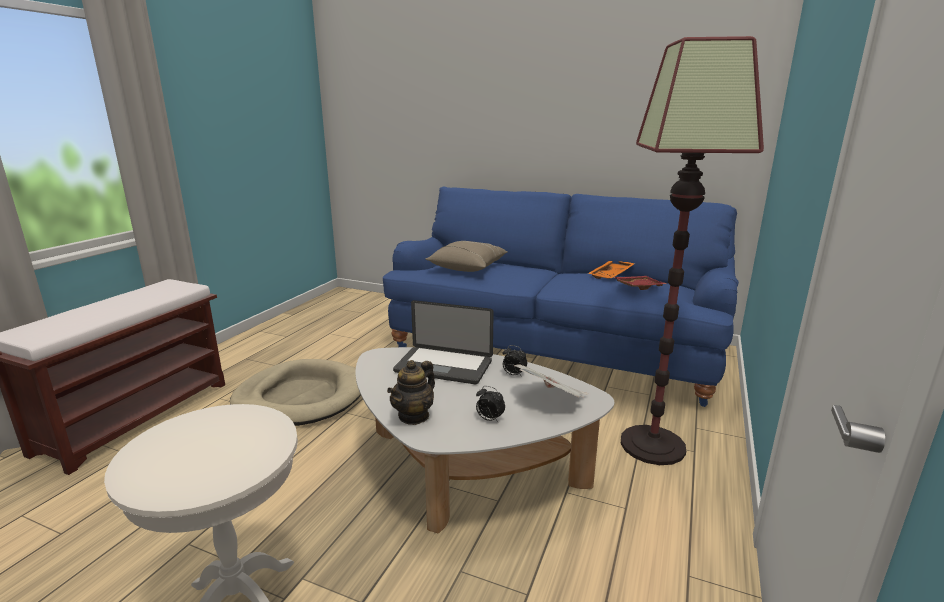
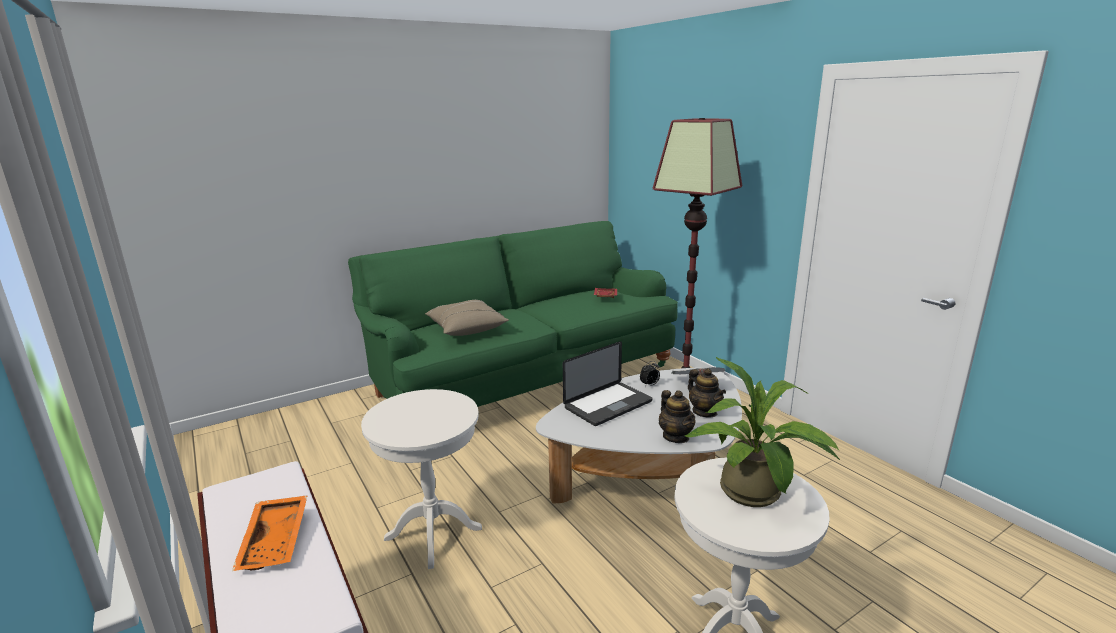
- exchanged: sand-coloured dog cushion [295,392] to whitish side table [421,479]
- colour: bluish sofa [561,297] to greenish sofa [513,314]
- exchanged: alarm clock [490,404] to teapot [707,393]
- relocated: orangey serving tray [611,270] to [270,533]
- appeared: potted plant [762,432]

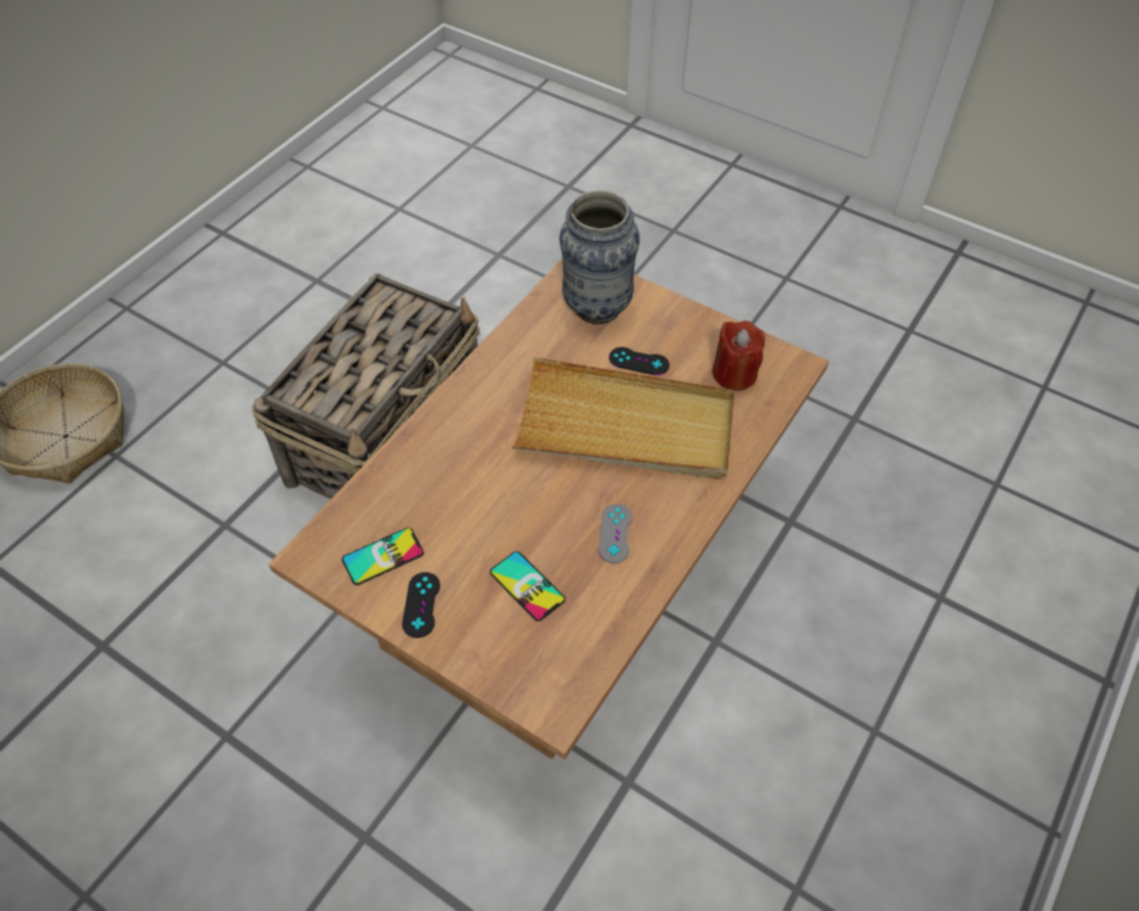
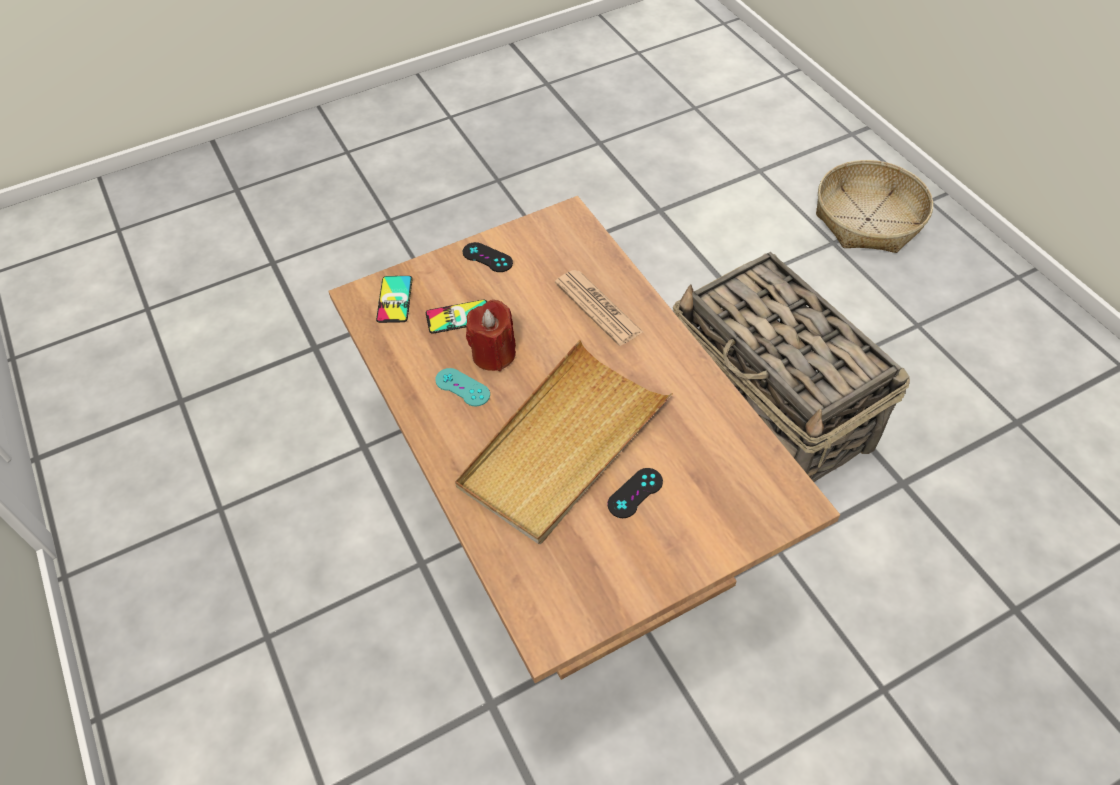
- relocated: phone [383,556] to [394,299]
- missing: flower vase [599,257]
- colour: gray gamepad [615,533] to blue-green gamepad [462,387]
- relocated: red-coloured wax light [739,356] to [491,335]
- appeared: newspaper [599,308]

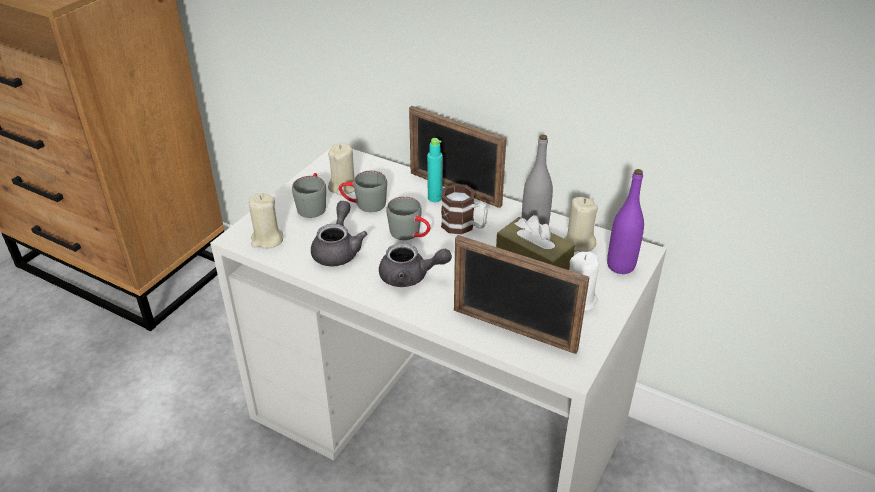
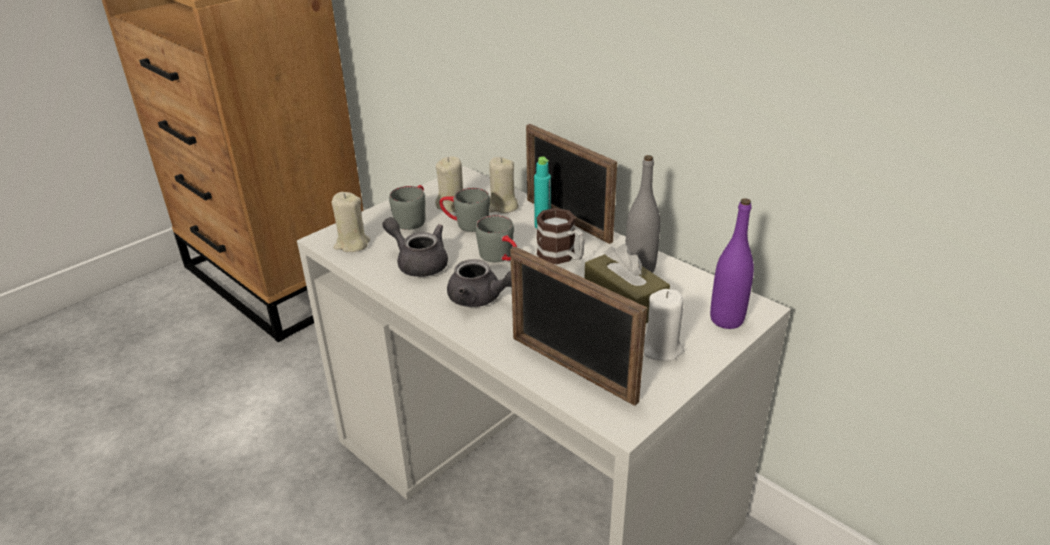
- spun: gray teapot [339,233] = [415,247] 75 degrees counterclockwise
- relocated: sand-coloured wax light [581,224] to [504,185]

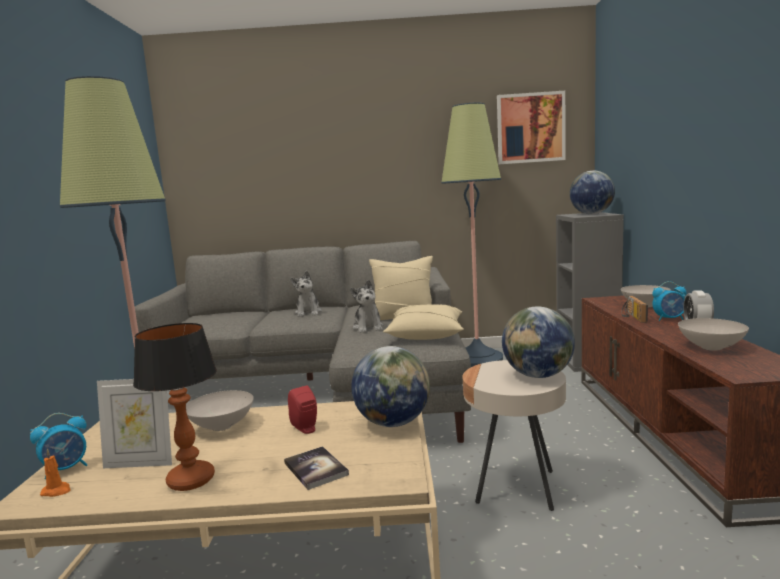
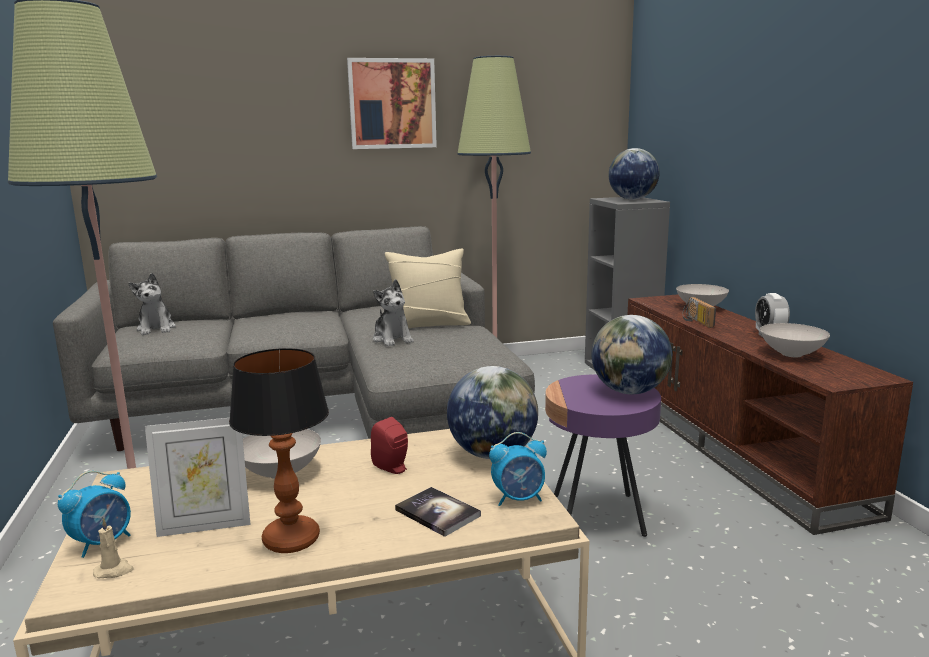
- colour: orangey wax light [55,473] to sand-coloured wax light [113,548]
- relocated: soft toy [306,294] to [152,304]
- missing: sand-coloured pillow [423,322]
- colour: sand-coloured side table [514,435] to purplish side table [603,455]
- relocated: picture [531,127] to [392,103]
- relocated: alarm clock [669,301] to [518,469]

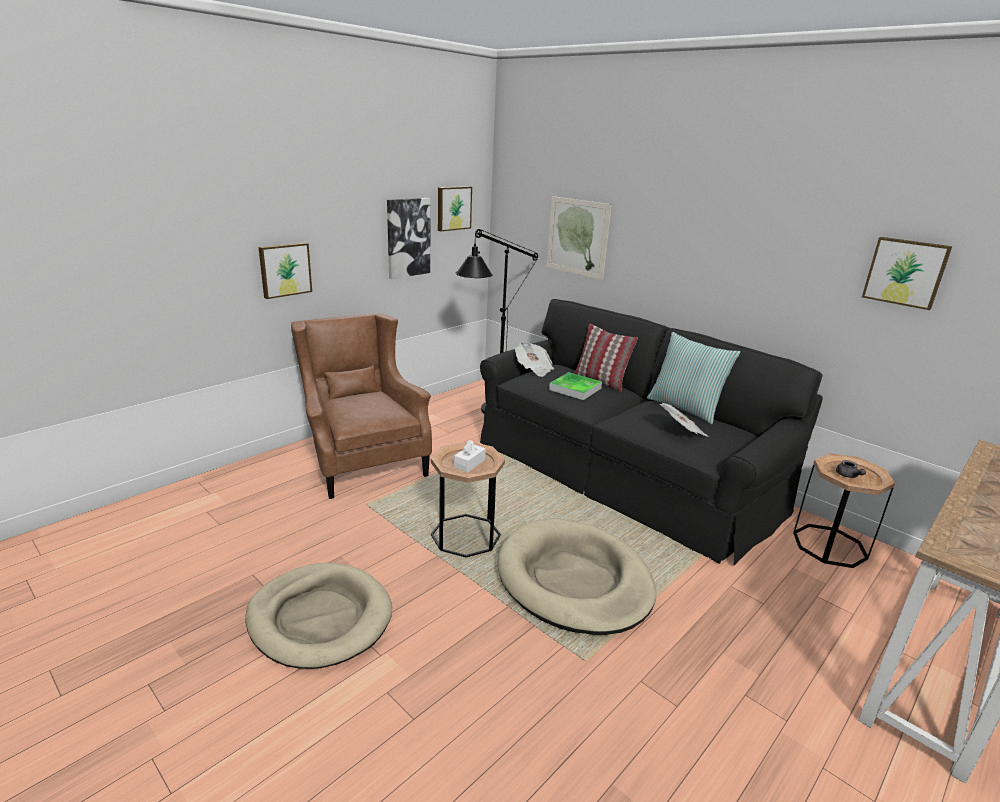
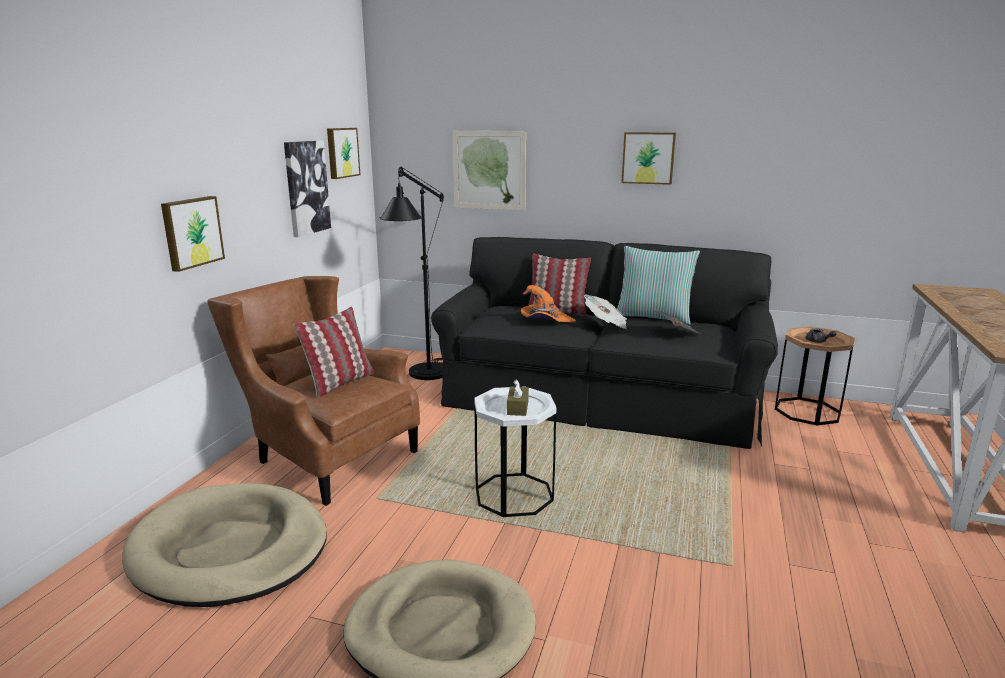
- colour: brown-coloured side table [468,499] to whitish side table [515,451]
- colour: whitish tissue box [469,456] to brown-coloured tissue box [518,397]
- relocated: sand-coloured dog cushion [576,576] to [224,545]
- relocated: newspaper [534,359] to [605,312]
- exchanged: serving tray [575,386] to orangey wearable hat [548,304]
- relocated: picture [907,273] to [648,158]
- appeared: pillow [334,352]

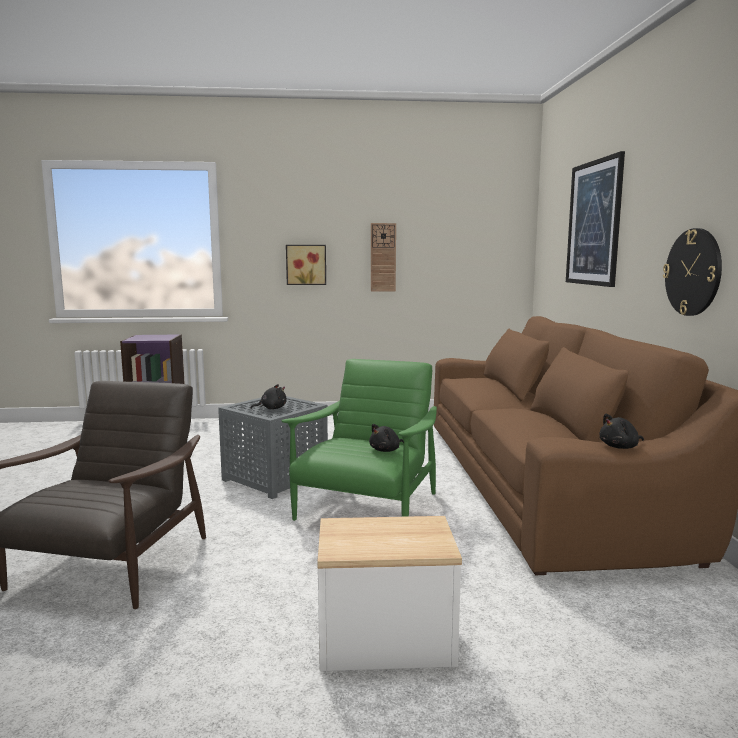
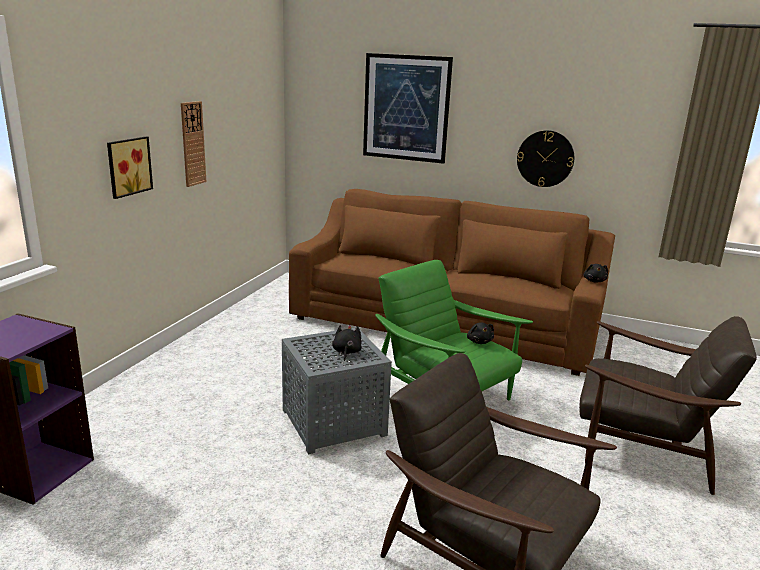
- exchanged: side table [389,593] to brown-coloured easy chair [668,405]

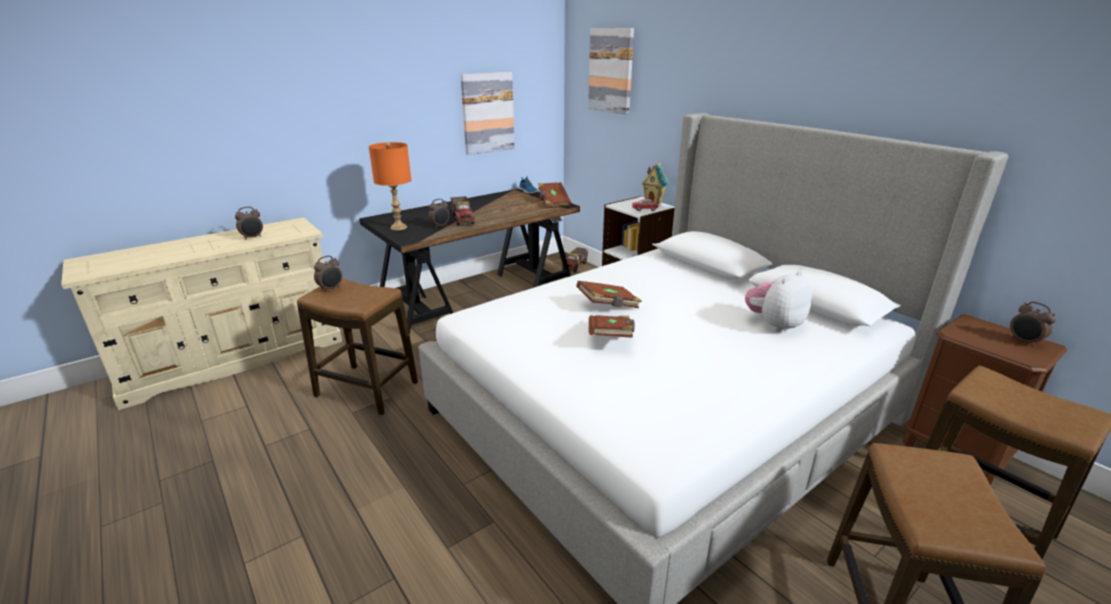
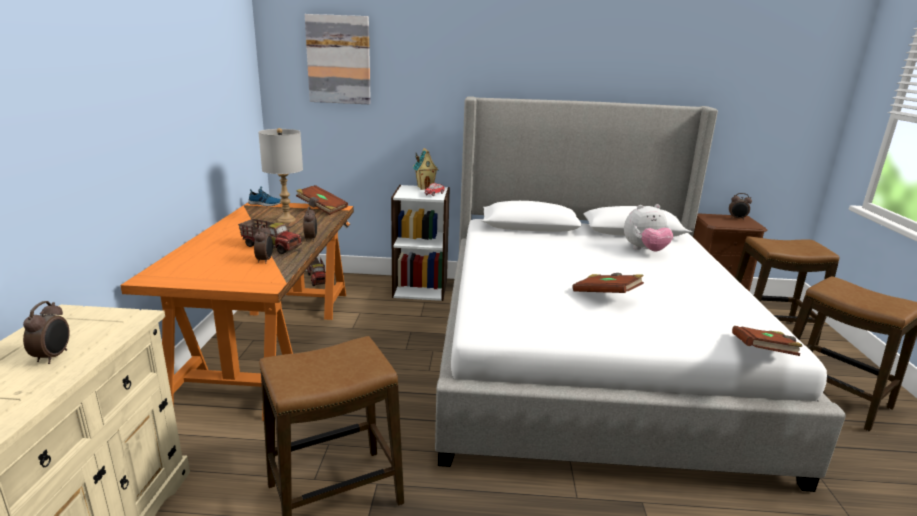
- relocated: alarm clock [328,274] to [310,224]
- colour: blackish desk [469,262] to orangey desk [237,312]
- missing: orangey table lamp [390,186]
- missing: picture [488,113]
- relocated: brown-coloured book [609,294] to [767,341]
- spun: soft toy [778,301] = [648,228] 105 degrees counterclockwise
- appeared: gray table lamp [280,175]

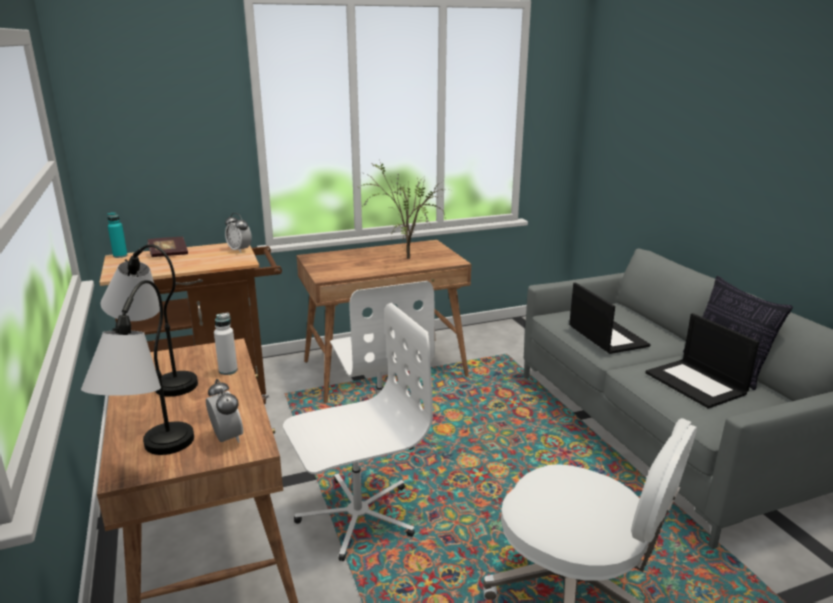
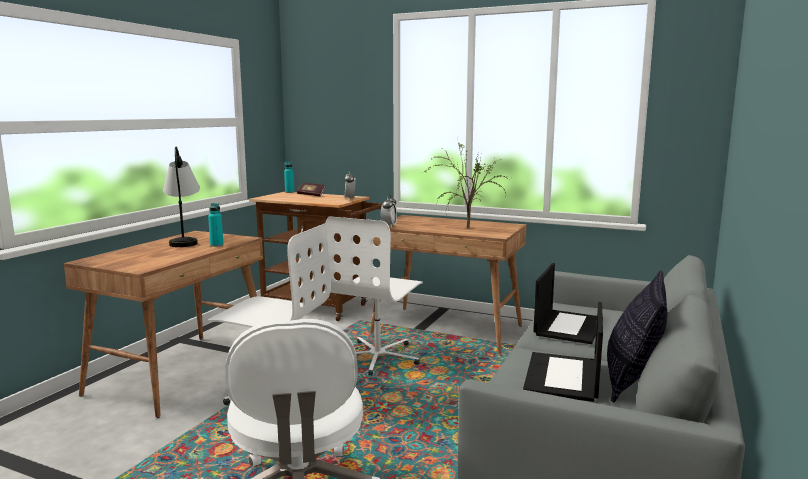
- missing: table lamp [137,367]
- relocated: alarm clock [224,411] to [389,211]
- colour: whitish bottle [226,344] to blue-green bottle [215,225]

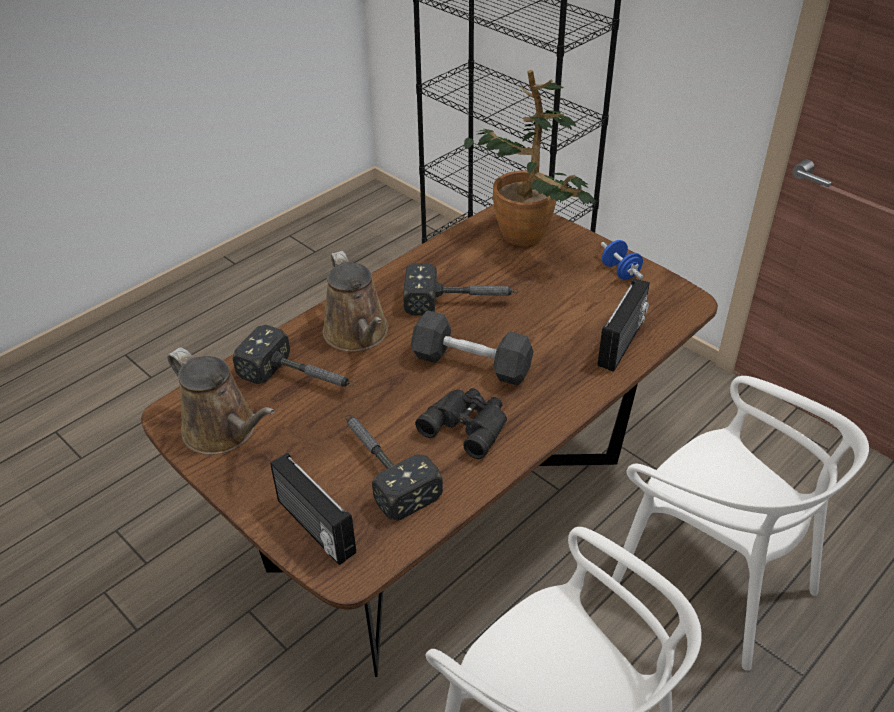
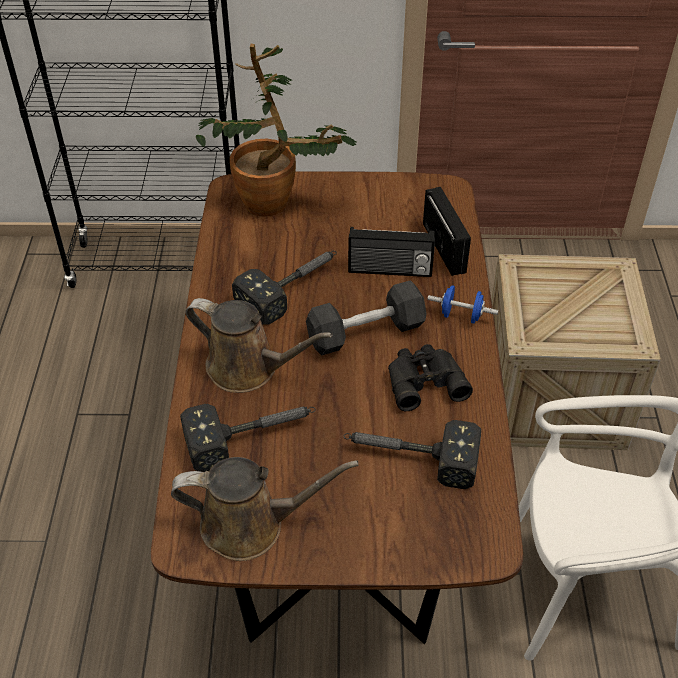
- relocated: radio receiver [313,509] to [391,252]
- relocated: bluish dumbbell [622,260] to [462,304]
- exchanged: whitish plain chair [740,523] to crate [576,352]

